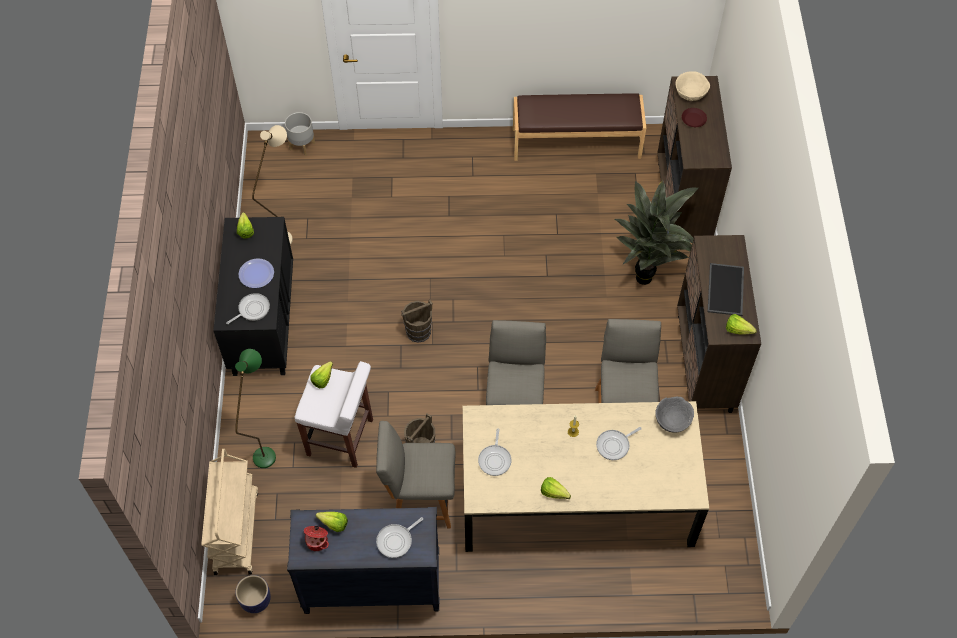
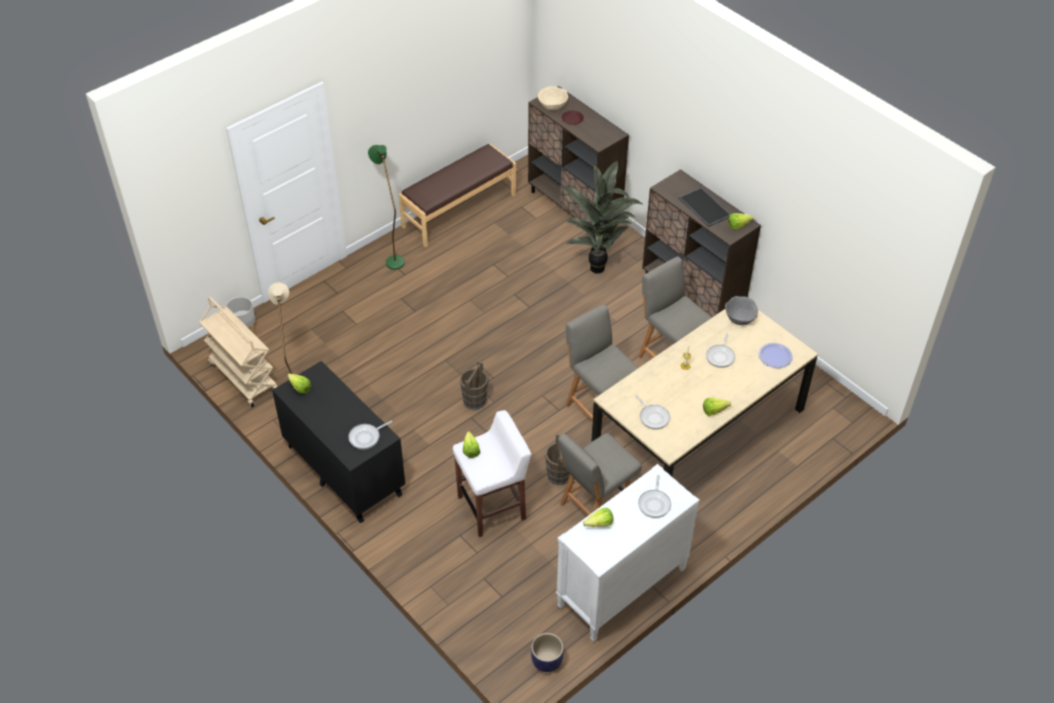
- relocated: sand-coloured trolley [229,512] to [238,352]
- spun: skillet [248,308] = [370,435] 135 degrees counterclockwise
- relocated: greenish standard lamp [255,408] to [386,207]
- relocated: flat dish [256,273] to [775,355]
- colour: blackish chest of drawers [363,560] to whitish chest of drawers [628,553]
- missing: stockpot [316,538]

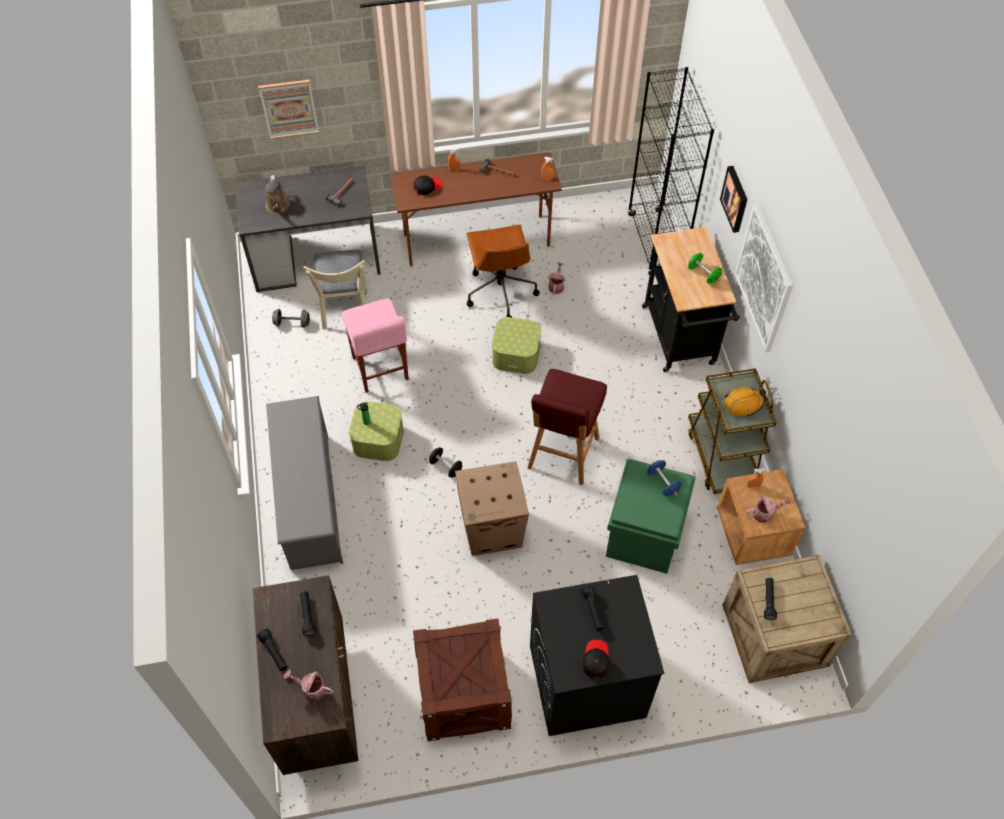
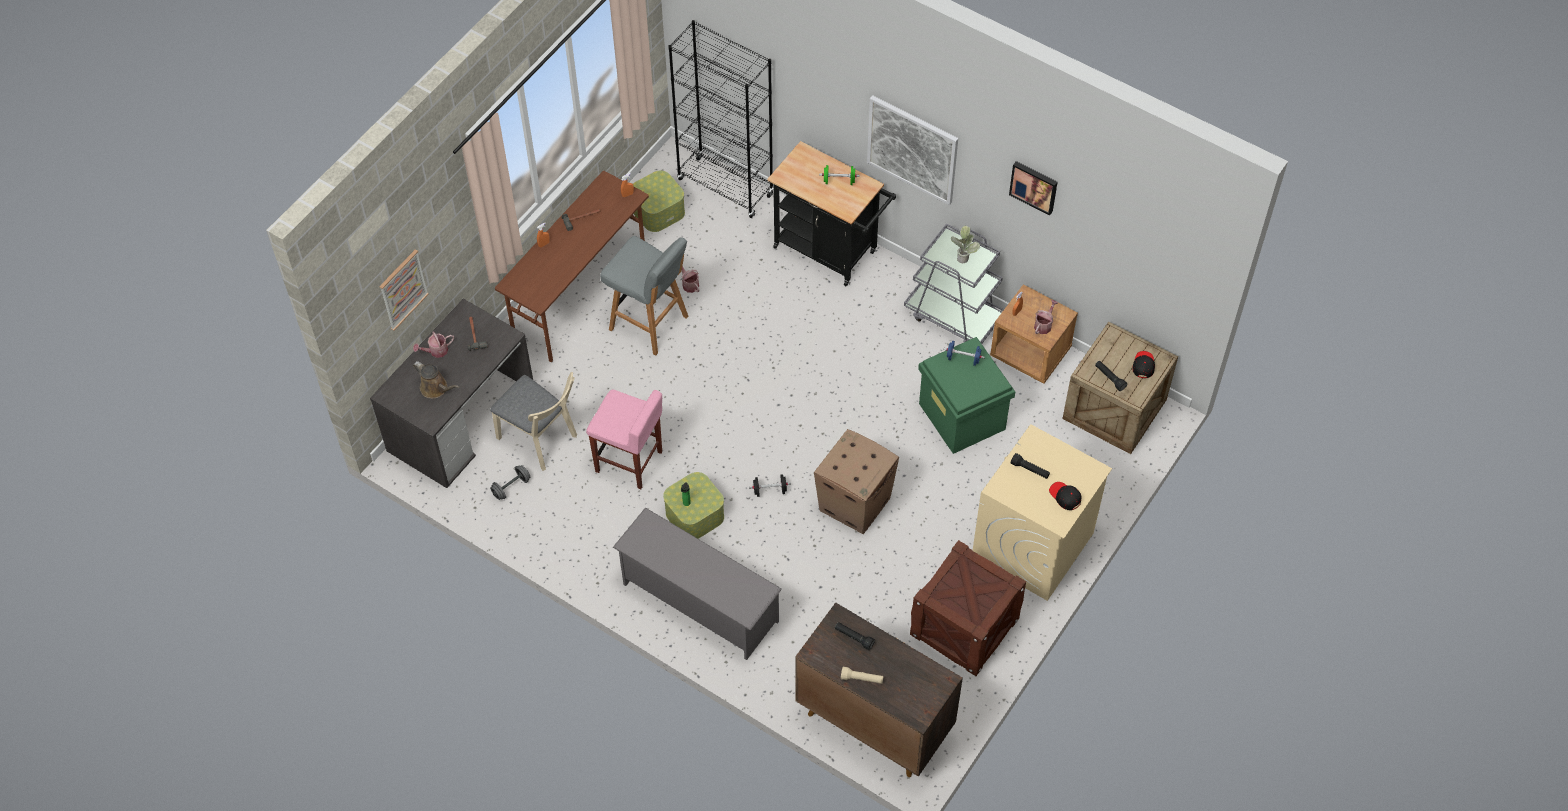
- colour: blackish hand torch [272,650] to sand-coloured hand torch [862,675]
- relocated: watering pot [309,685] to [433,344]
- relocated: blackish cap [428,185] to [1143,364]
- exchanged: brown-coloured desk chair [503,271] to gray sitting stool [644,295]
- relocated: storage container [516,345] to [659,201]
- missing: red-coloured sitting stool [567,427]
- colour: blackish laundry machine [597,655] to sand-coloured laundry machine [1042,512]
- colour: brown-coloured trolley [732,431] to gray trolley [954,284]
- relocated: picture [733,199] to [1033,188]
- exchanged: orangey work helmet [745,402] to potted plant [965,244]

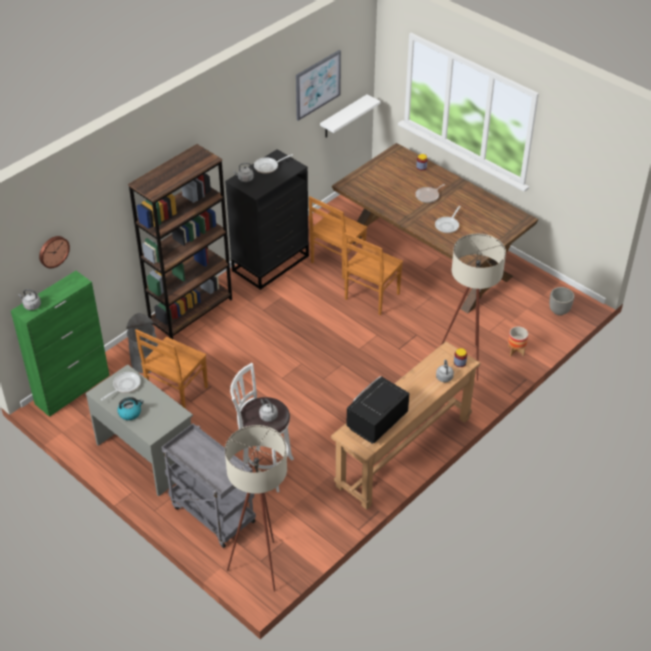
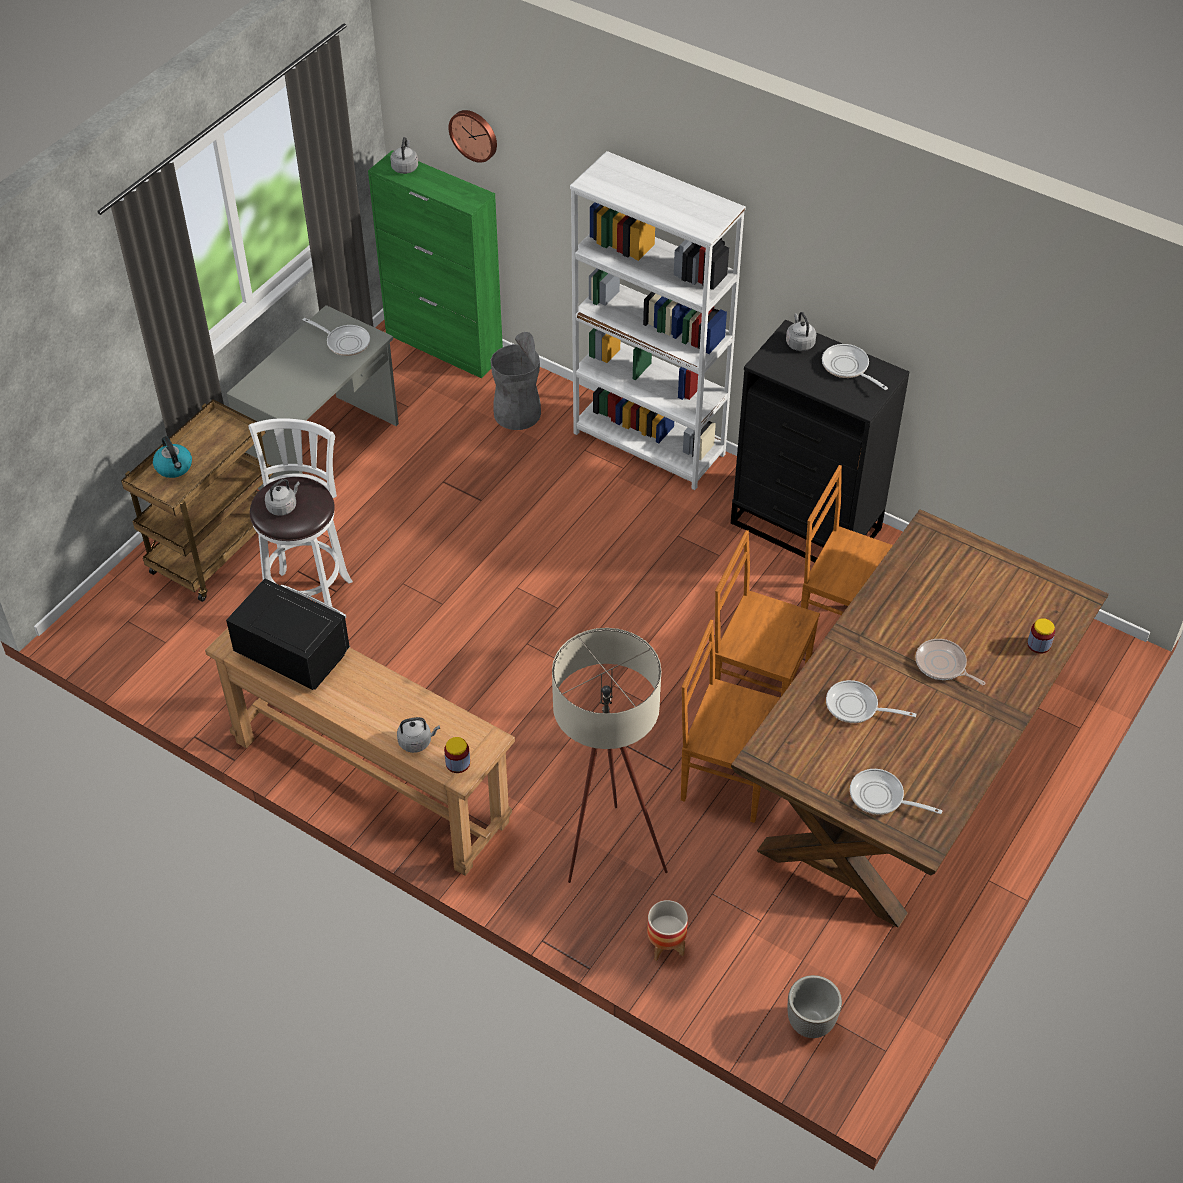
- relocated: kettle [130,408] to [172,457]
- colour: brown-coloured bookcase [180,241] to whitish bookcase [658,320]
- relocated: brown-coloured plain chair [171,369] to [730,721]
- colour: gray trolley [208,485] to brown-coloured trolley [197,500]
- missing: sand-coloured standard lamp [256,508]
- missing: picture [318,85]
- missing: whitish wall shelf [350,116]
- appeared: skillet [896,792]

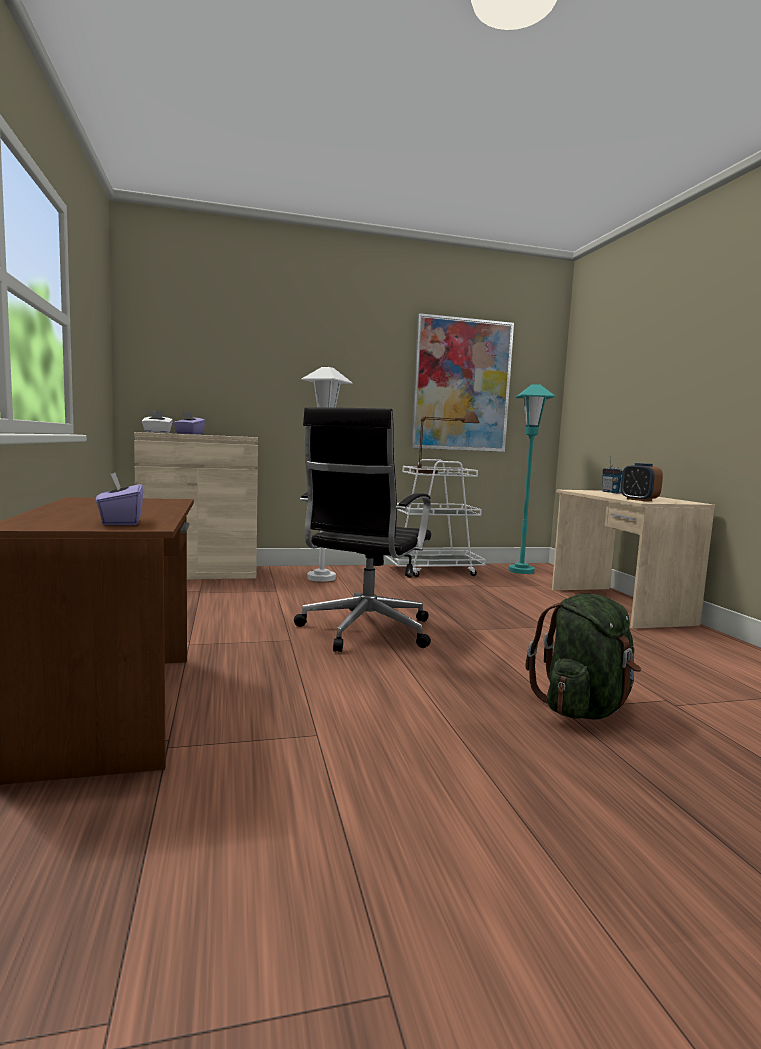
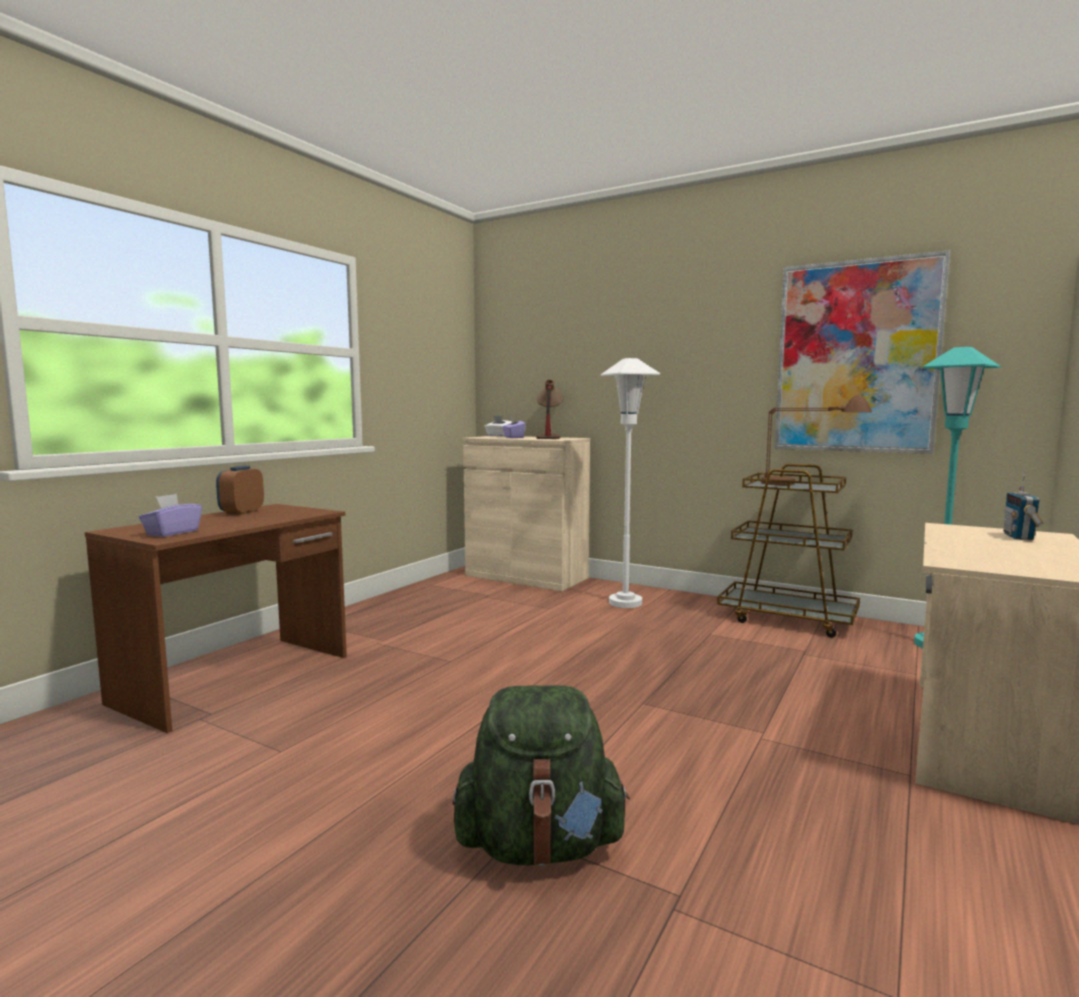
- missing: blackish desk chair [362,529]
- colour: whitish trolley [435,518] to brown-coloured trolley [788,551]
- relocated: alarm clock [642,482] to [240,490]
- appeared: table lamp [549,409]

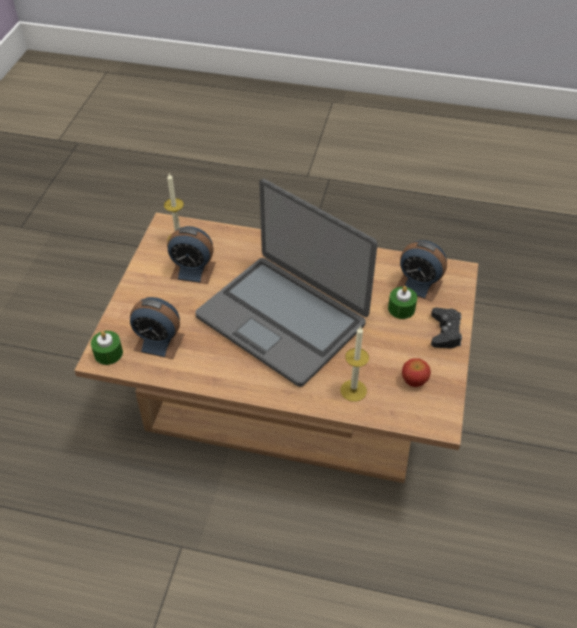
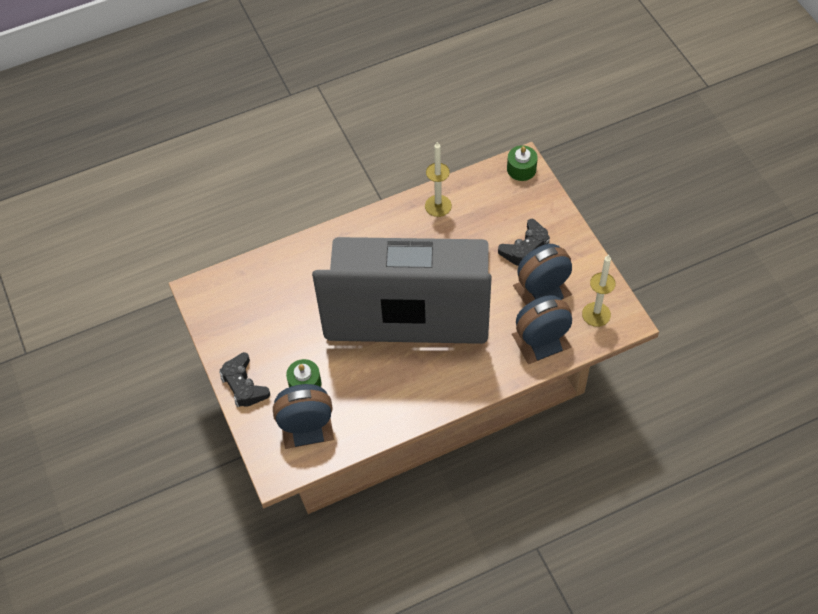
- relocated: alarm clock [157,328] to [542,329]
- relocated: wax light [354,364] to [438,179]
- missing: apple fruit [416,372]
- appeared: blackish gamepad [524,242]

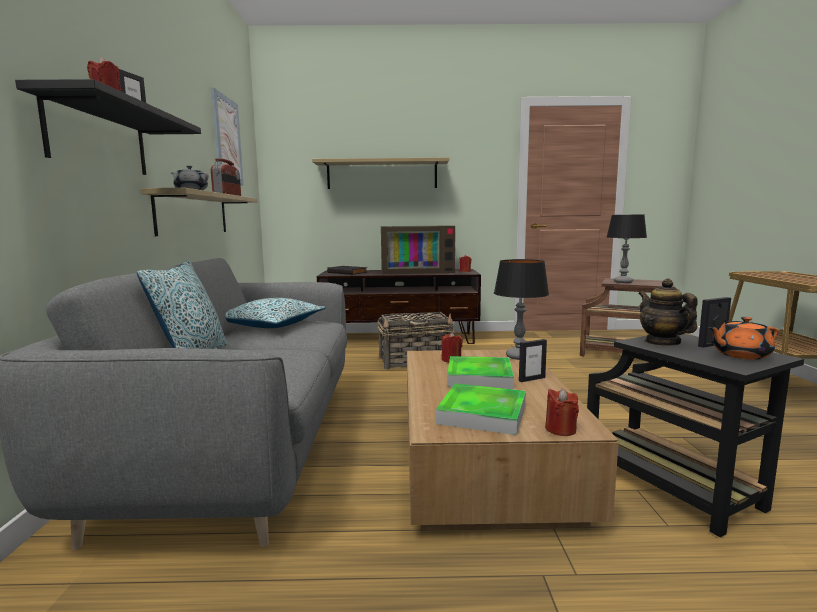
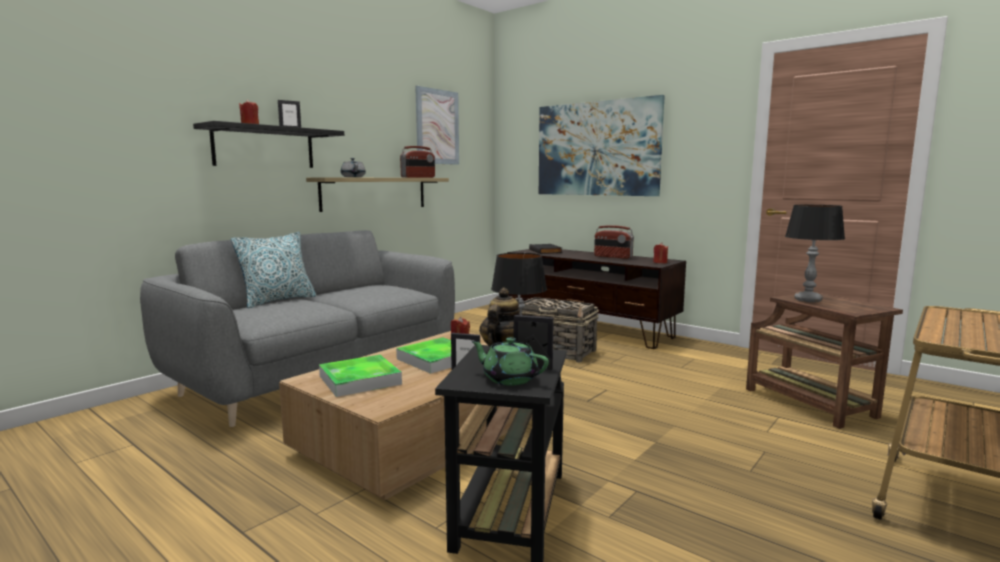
- missing: pillow [275,313]
- exchanged: wall shelf [380,173] to picture [602,145]
- exchanged: TV set [418,249] to radio receiver [614,242]
- missing: red-coloured wax light [562,412]
- colour: orangey teapot [743,338] to greenish teapot [510,361]

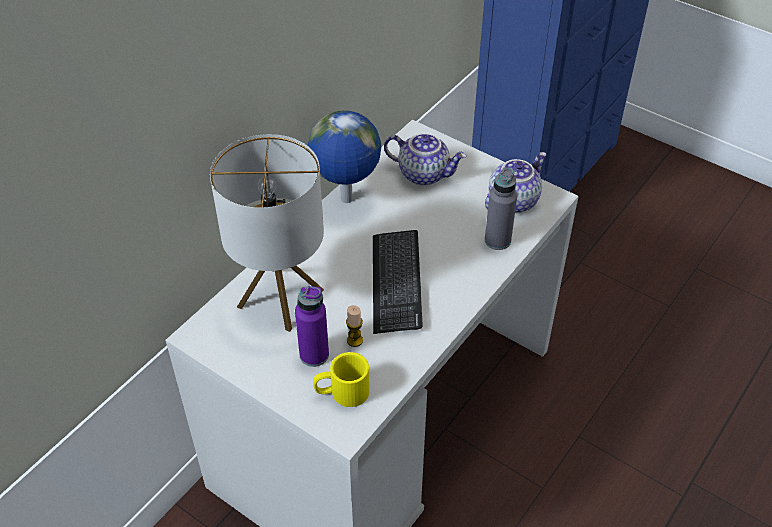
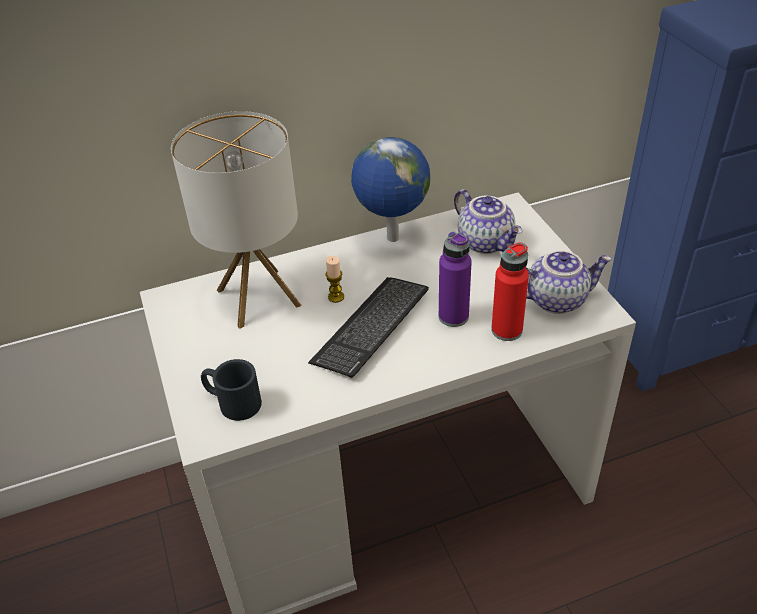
- relocated: purplish bottle [312,326] to [455,279]
- colour: yellow mug [341,379] to blackish mug [231,390]
- relocated: wax light [354,326] to [335,279]
- colour: gray bottle [501,208] to red-coloured bottle [510,291]

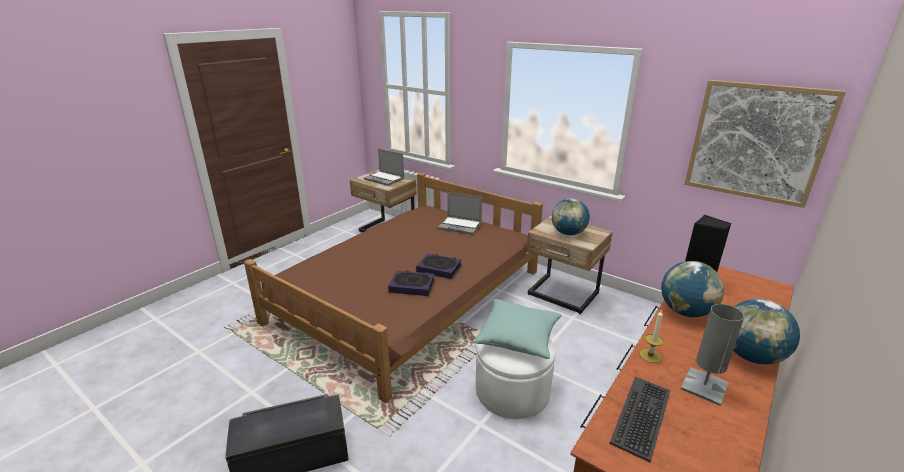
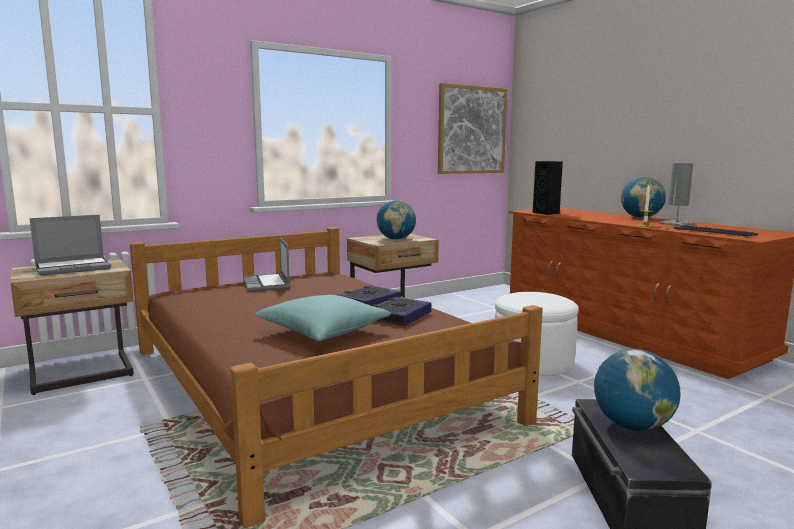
- spun: portable computer [460,213] = [266,264] 120 degrees clockwise
- relocated: blue-green pillow [517,329] to [322,318]
- relocated: world globe [692,289] to [637,390]

